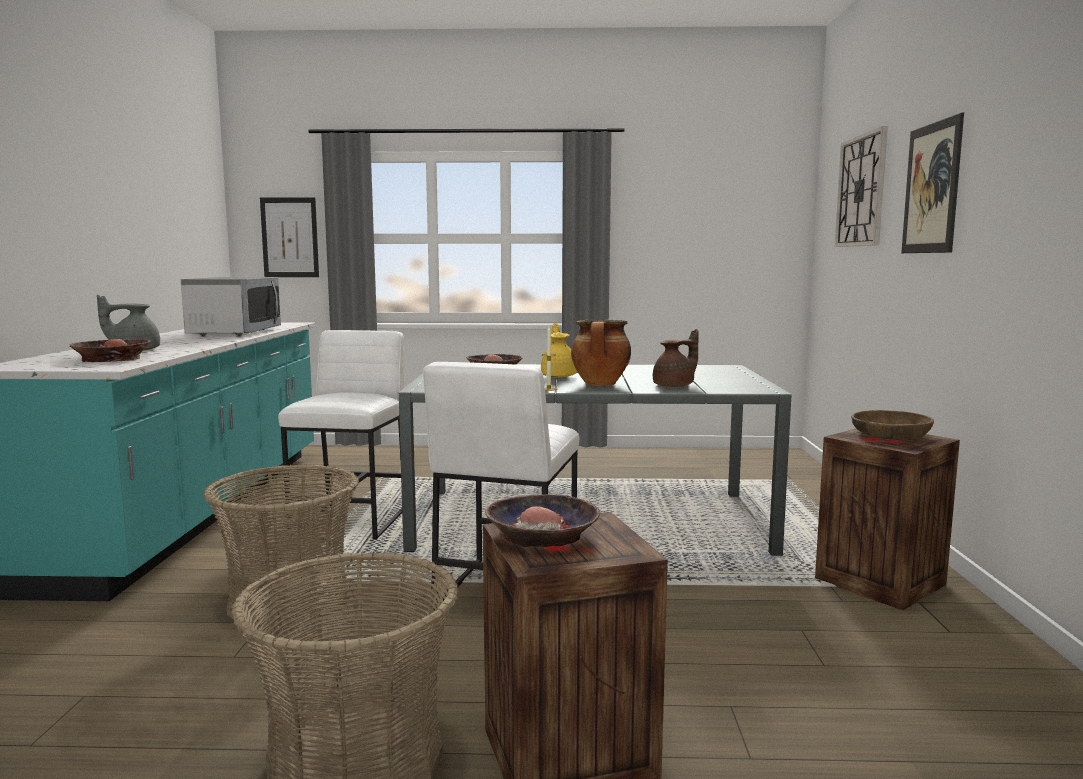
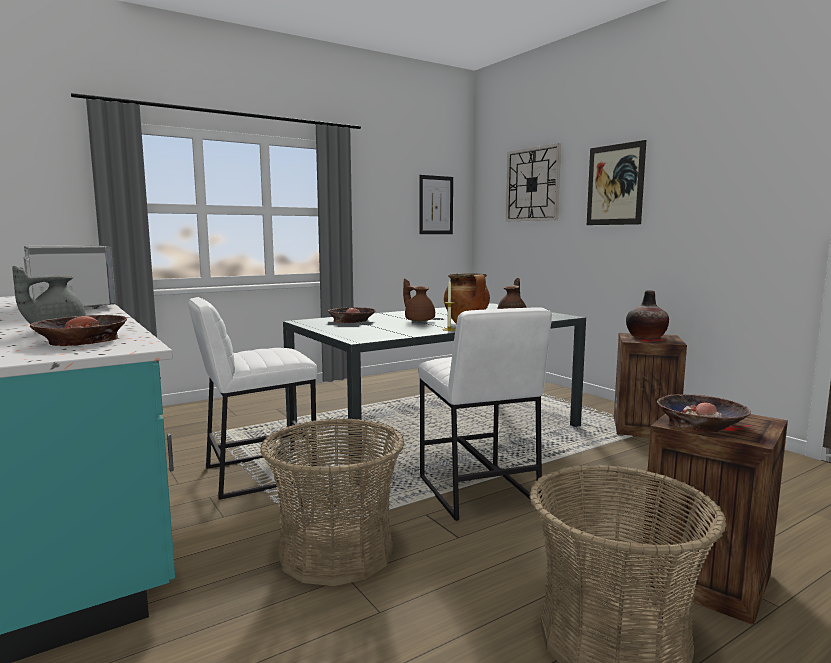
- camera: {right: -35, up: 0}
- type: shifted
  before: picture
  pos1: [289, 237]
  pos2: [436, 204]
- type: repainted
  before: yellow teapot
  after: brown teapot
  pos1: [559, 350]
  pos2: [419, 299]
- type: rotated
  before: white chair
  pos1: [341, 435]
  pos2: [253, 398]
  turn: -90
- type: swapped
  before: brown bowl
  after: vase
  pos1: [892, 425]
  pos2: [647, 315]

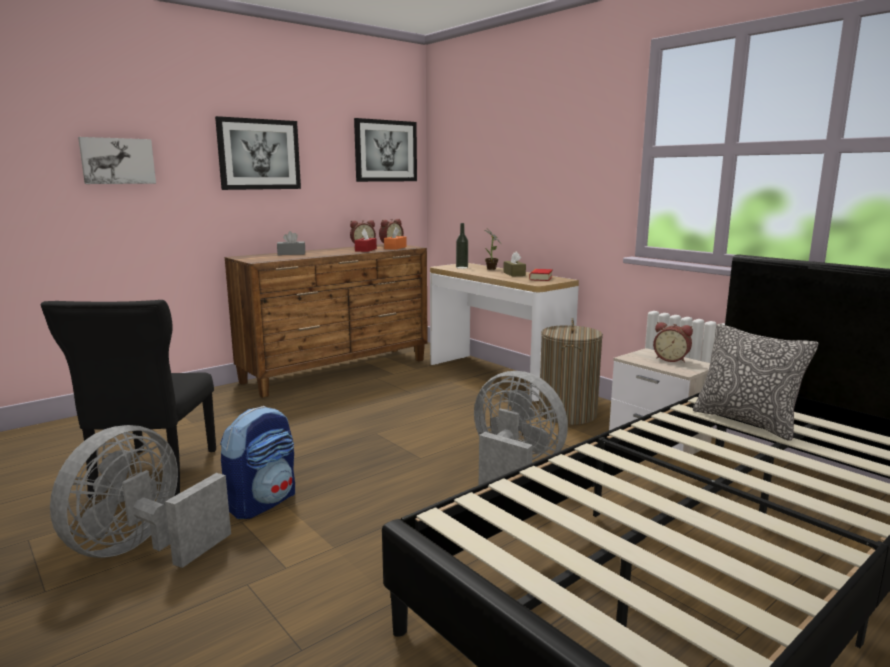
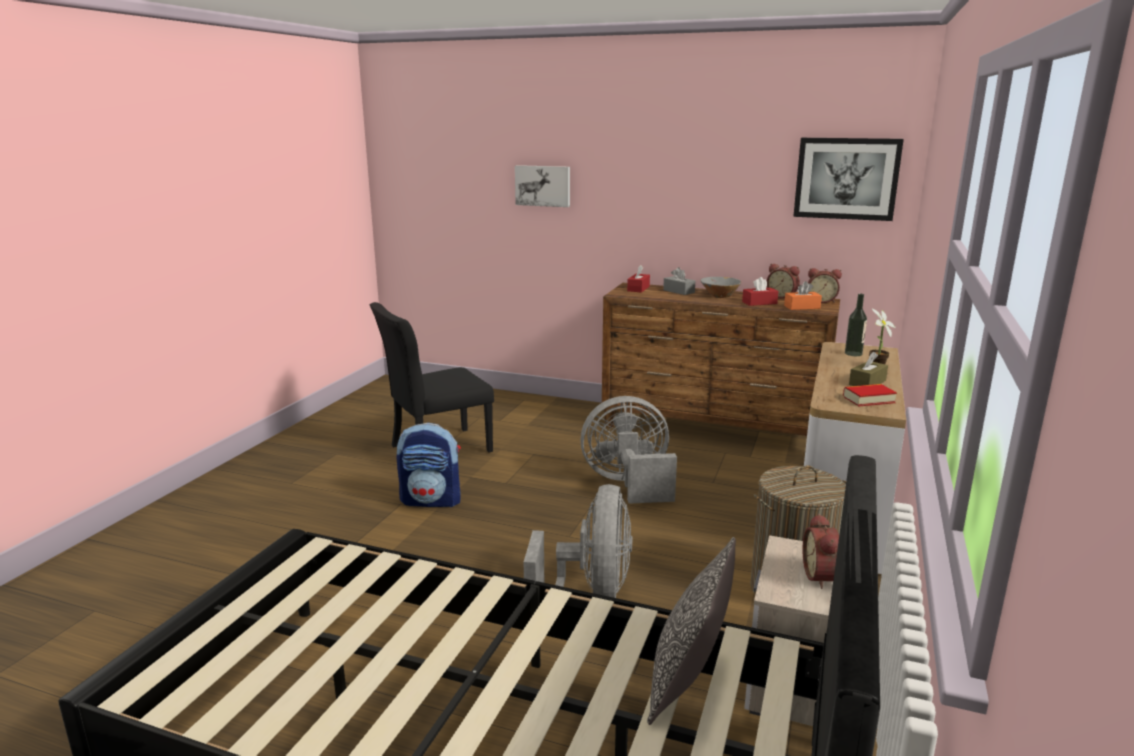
- camera: {right: 60, up: 5}
- type: gone
  before: picture
  pos1: [258, 153]
- type: shifted
  before: grey fan
  pos1: [140, 496]
  pos2: [628, 450]
- type: new
  after: red tissue box
  pos2: [638, 279]
- type: new
  after: grey bowl
  pos2: [720, 287]

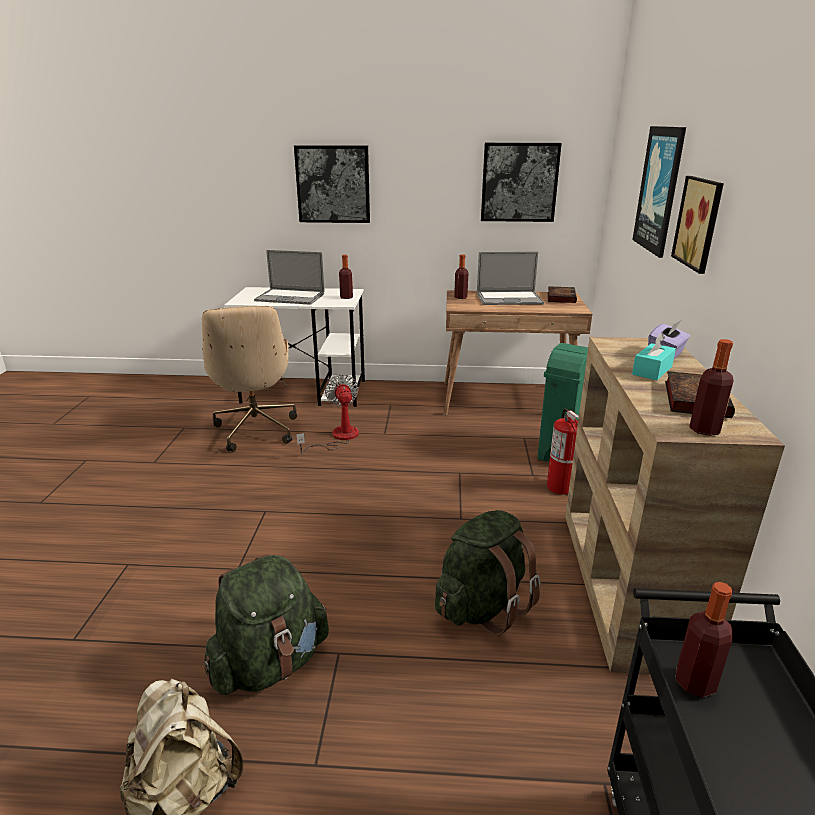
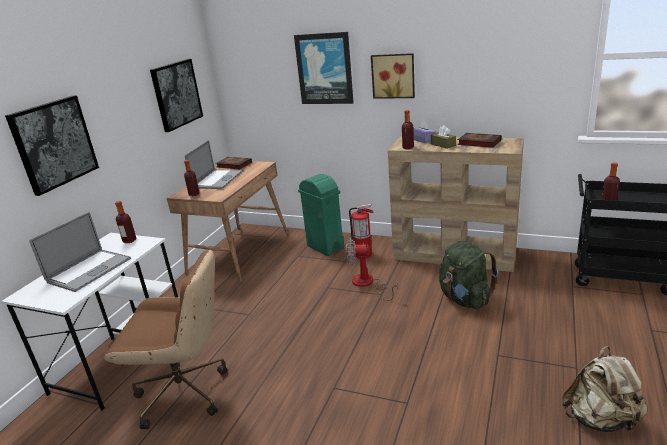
- camera: {right: -70, up: 0}
- type: repainted
  before: turquoise tissue box
  after: brown tissue box
  pos1: [654, 357]
  pos2: [443, 137]
- type: shifted
  before: bottle
  pos1: [711, 387]
  pos2: [408, 129]
- type: shifted
  before: fan
  pos1: [327, 414]
  pos2: [372, 269]
- type: gone
  before: green backpack
  pos1: [267, 624]

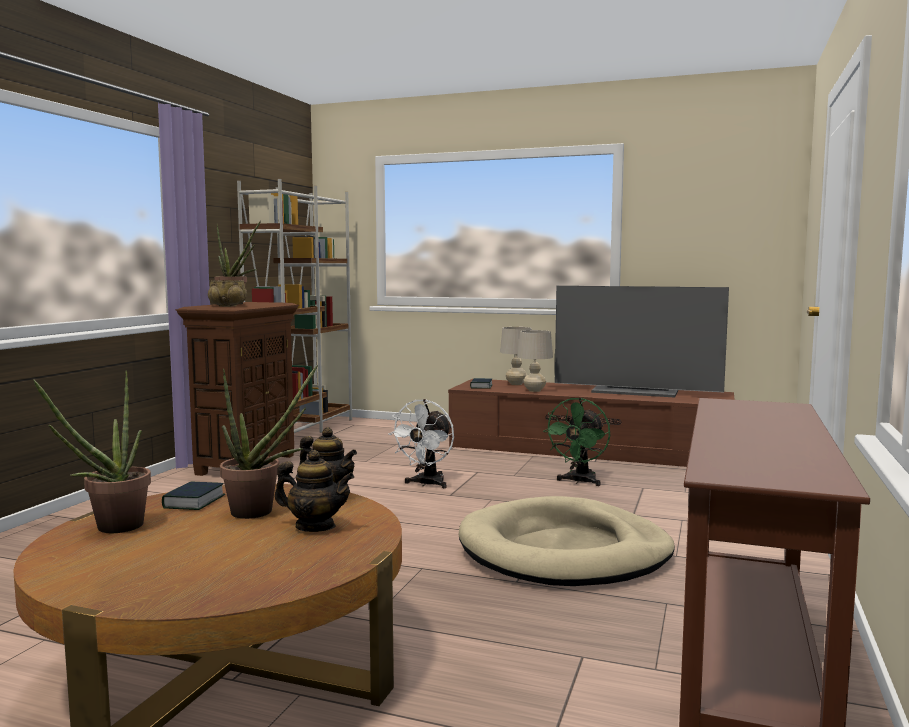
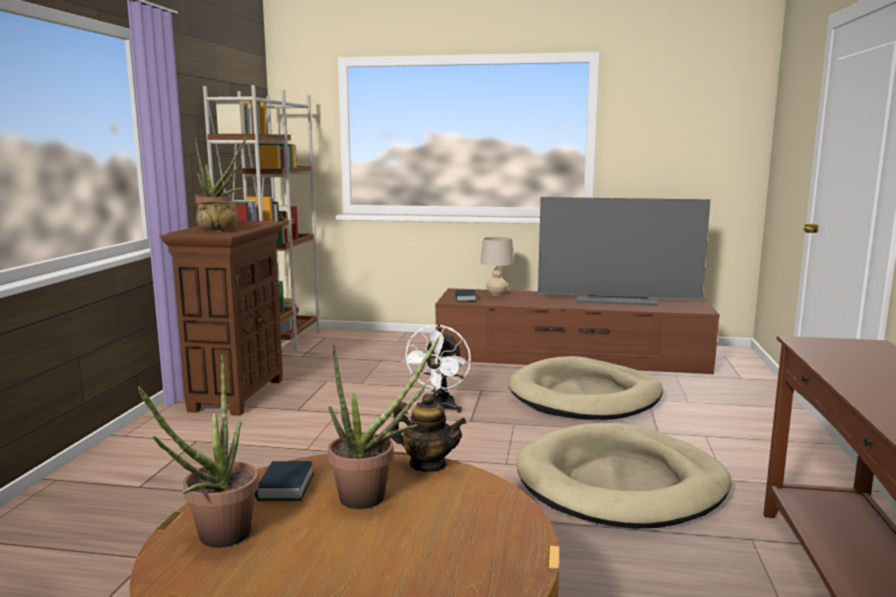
- camera: {right: -10, up: 5}
- type: gone
  before: beige table lamp
  pos1: [535, 361]
- type: swapped
  before: green fan
  after: beige dog bed
  pos1: [576, 442]
  pos2: [585, 388]
- type: gone
  before: teapot
  pos1: [314, 491]

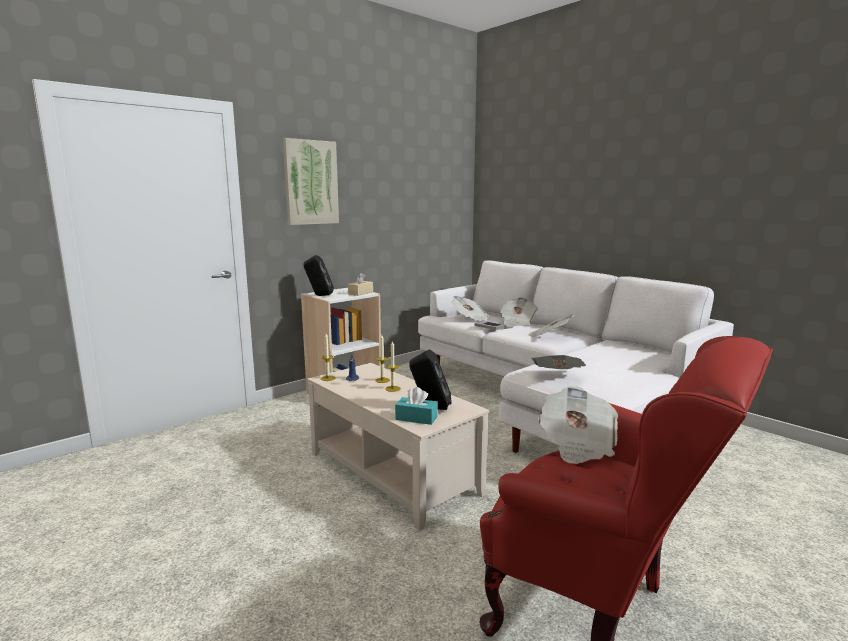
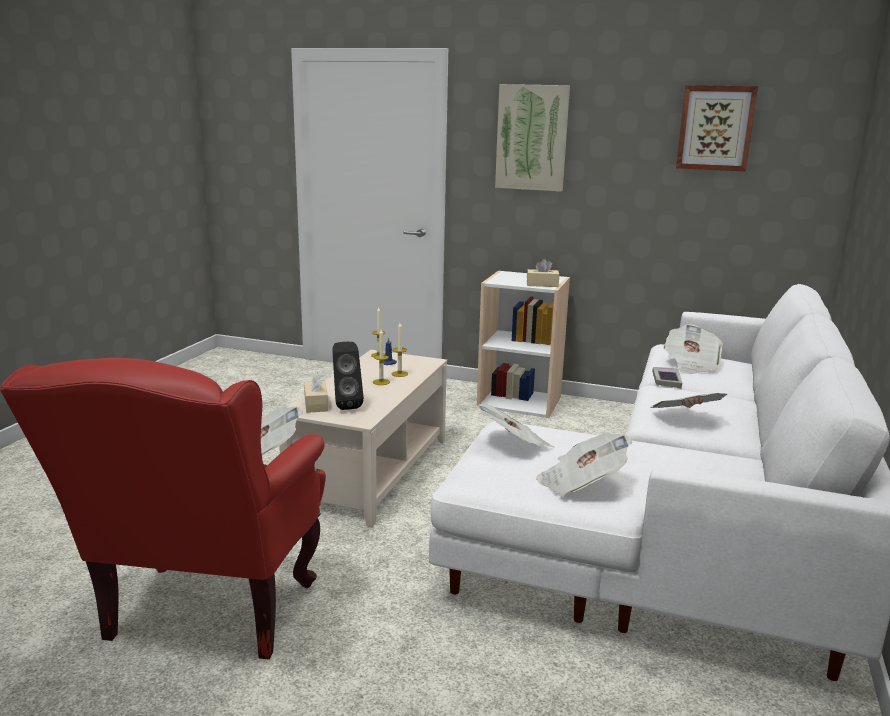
- camera: {right: 60, up: 5}
- type: gone
  before: black speaker
  pos1: [318, 275]
- type: shifted
  before: newspaper
  pos1: [519, 312]
  pos2: [584, 464]
- type: repainted
  before: turquoise tissue box
  after: beige tissue box
  pos1: [416, 406]
  pos2: [316, 393]
- type: new
  after: picture
  pos2: [717, 128]

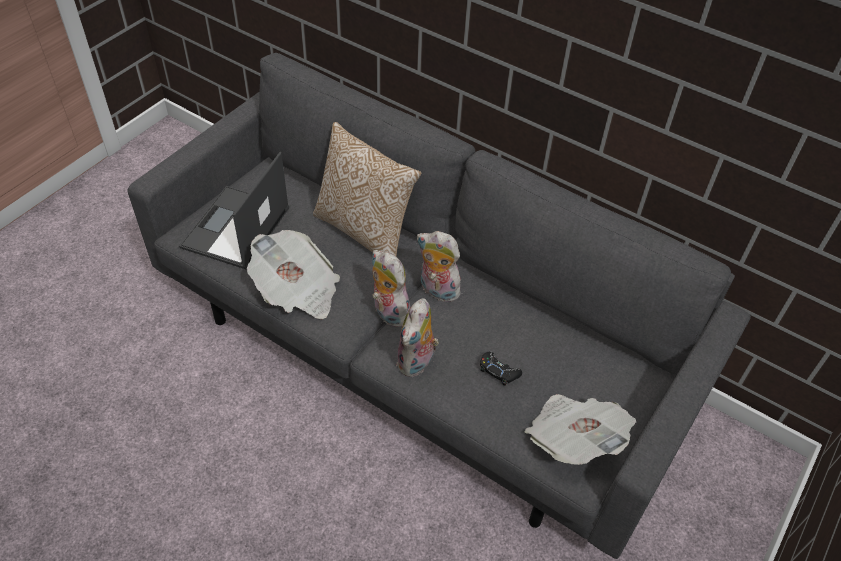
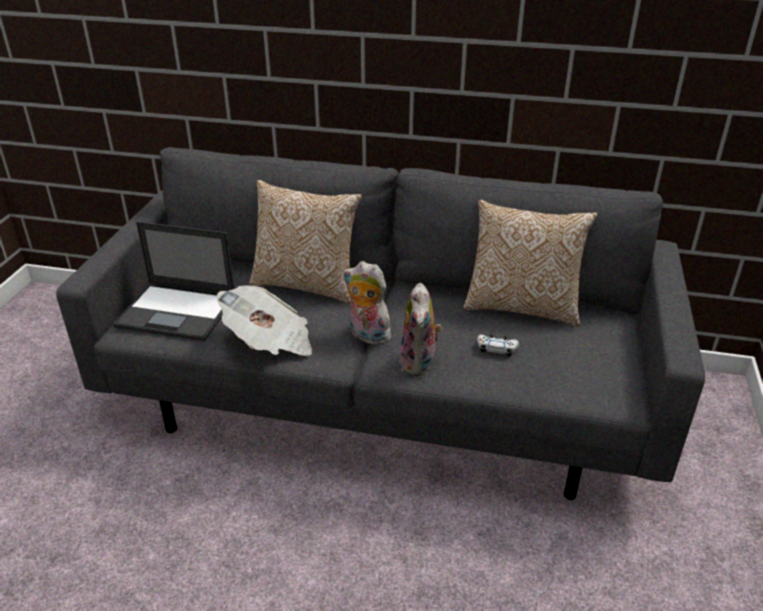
- camera: {right: -20, up: -15}
- type: rotated
  before: laptop
  pos1: [234, 211]
  pos2: [173, 281]
  turn: -75
- type: gone
  before: plush toy
  pos1: [439, 266]
- type: repainted
  before: black game controller
  after: white game controller
  pos1: [501, 368]
  pos2: [498, 345]
- type: gone
  before: newspaper
  pos1: [580, 429]
- type: new
  after: pillow
  pos2: [530, 263]

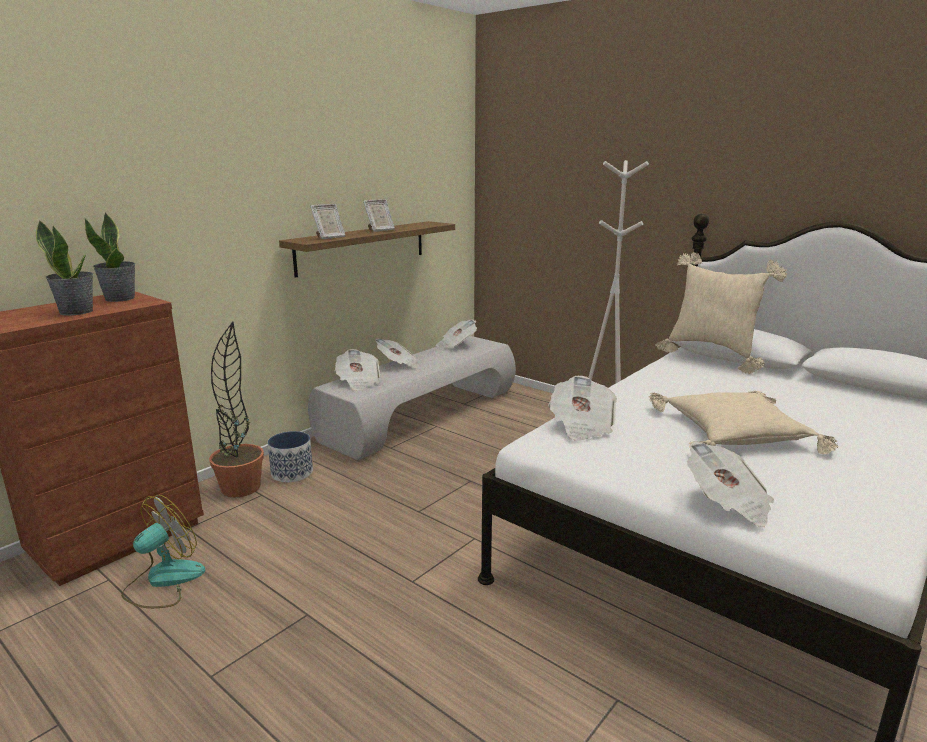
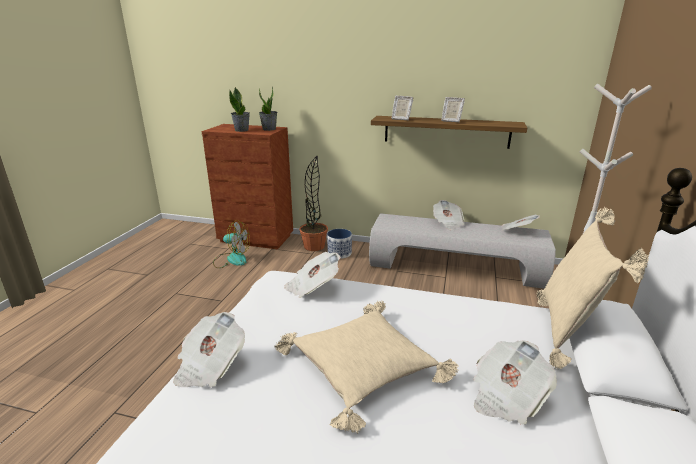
- camera: {right: 65, up: 5}
- type: shifted
  before: newspaper
  pos1: [357, 370]
  pos2: [515, 382]

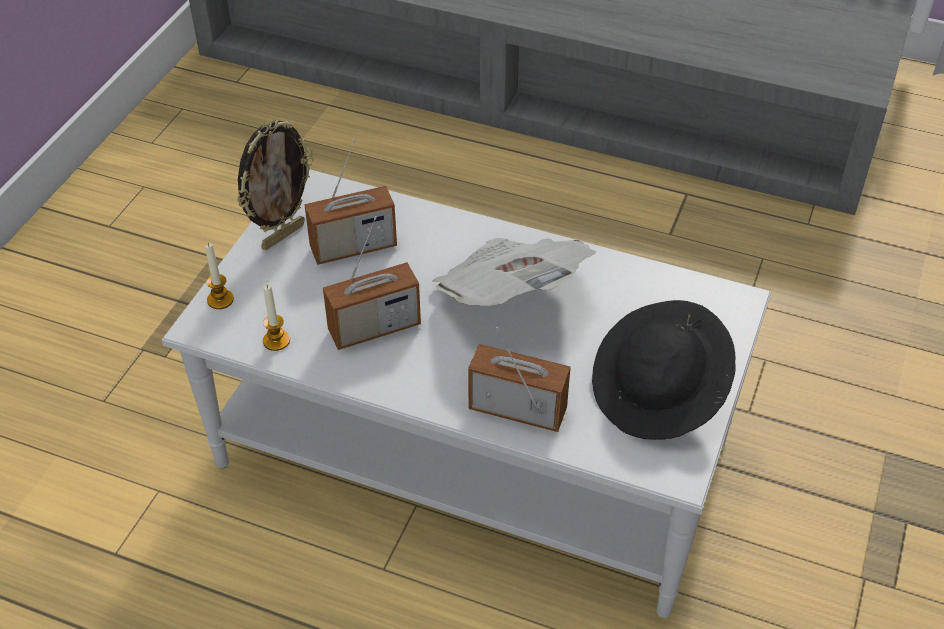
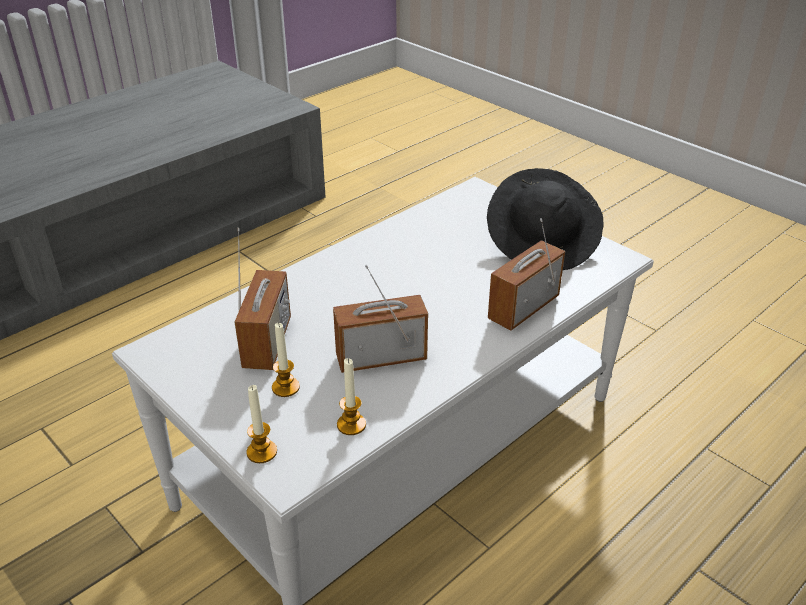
- camera: {right: -65, up: -10}
- type: gone
  before: picture frame
  pos1: [275, 185]
- type: rotated
  before: radio
  pos1: [372, 283]
  pos2: [380, 319]
  turn: -105
- type: gone
  before: newspaper
  pos1: [514, 272]
- type: new
  after: candle
  pos2: [286, 359]

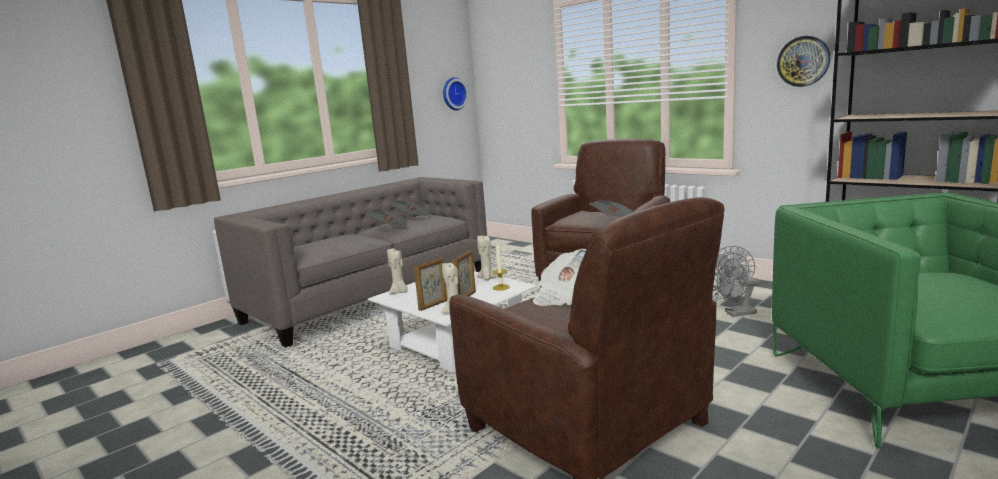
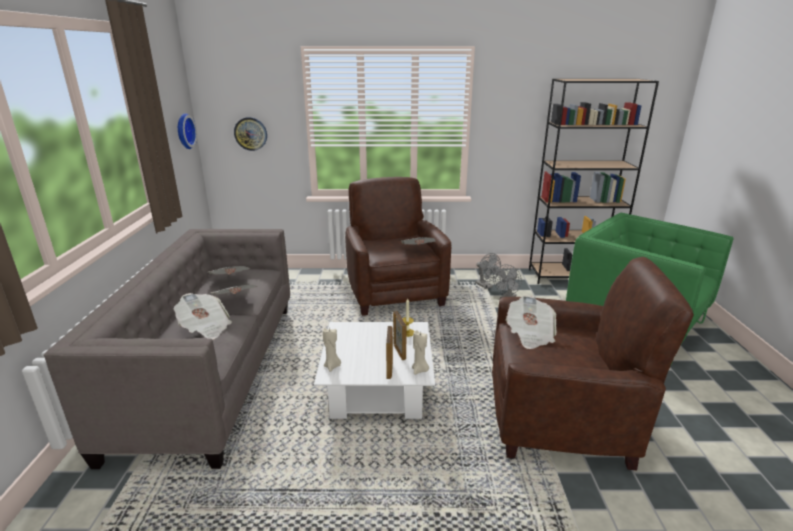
- camera: {right: -45, up: 10}
- type: shifted
  before: wall clock
  pos1: [803, 61]
  pos2: [250, 134]
- type: gone
  before: beige candle
  pos1: [487, 258]
- type: new
  after: newspaper
  pos2: [203, 316]

